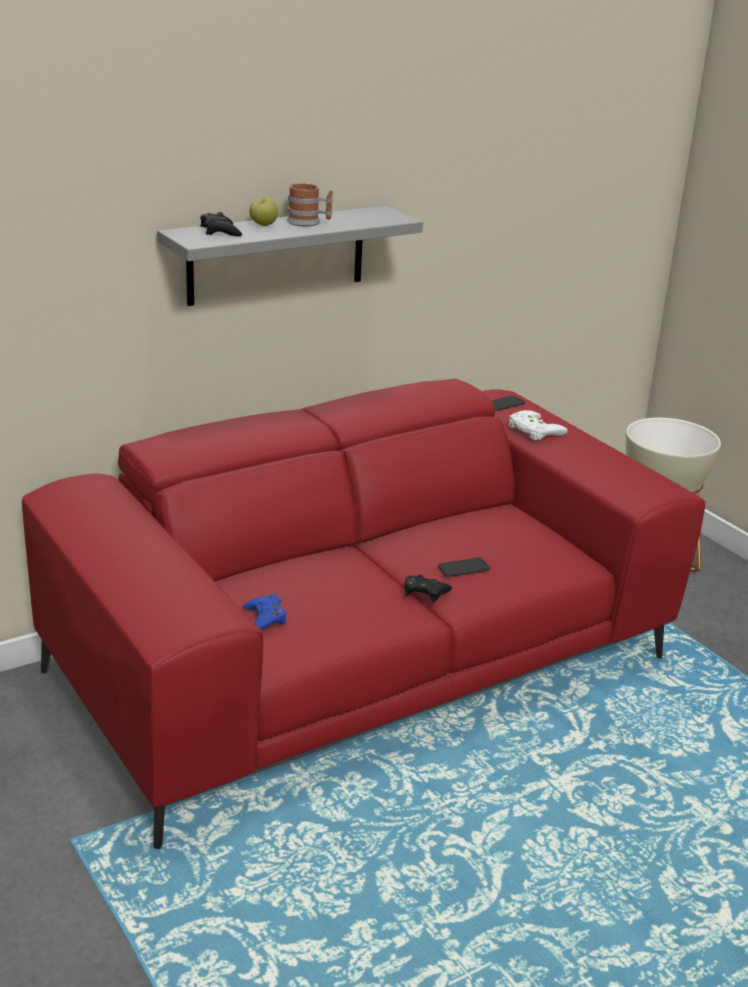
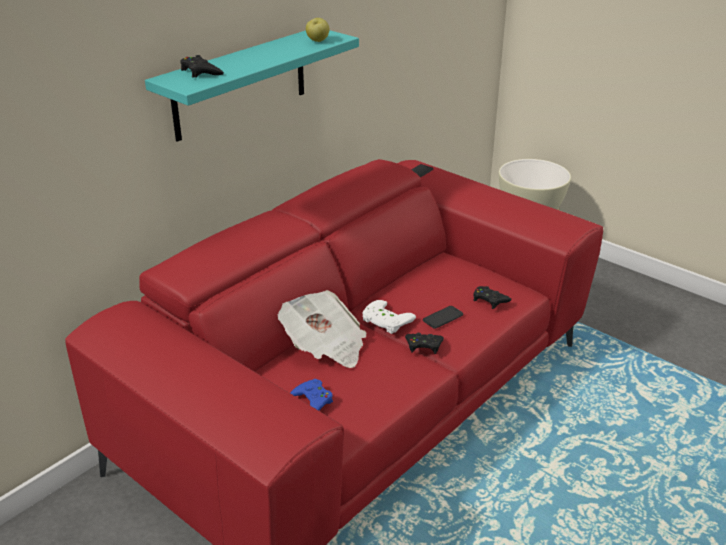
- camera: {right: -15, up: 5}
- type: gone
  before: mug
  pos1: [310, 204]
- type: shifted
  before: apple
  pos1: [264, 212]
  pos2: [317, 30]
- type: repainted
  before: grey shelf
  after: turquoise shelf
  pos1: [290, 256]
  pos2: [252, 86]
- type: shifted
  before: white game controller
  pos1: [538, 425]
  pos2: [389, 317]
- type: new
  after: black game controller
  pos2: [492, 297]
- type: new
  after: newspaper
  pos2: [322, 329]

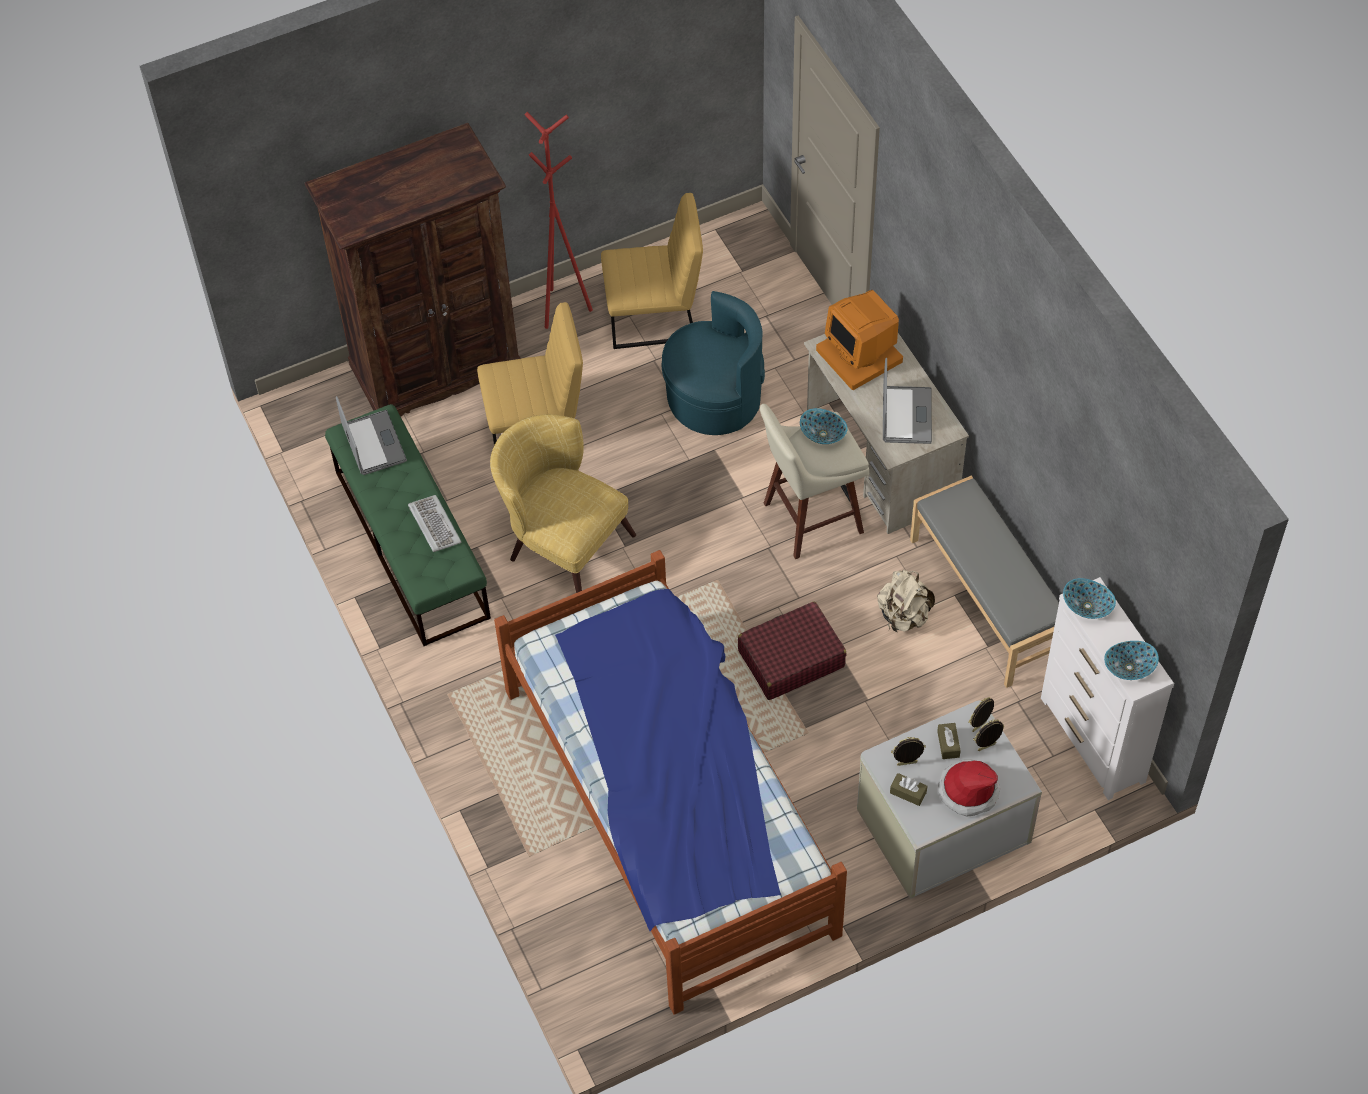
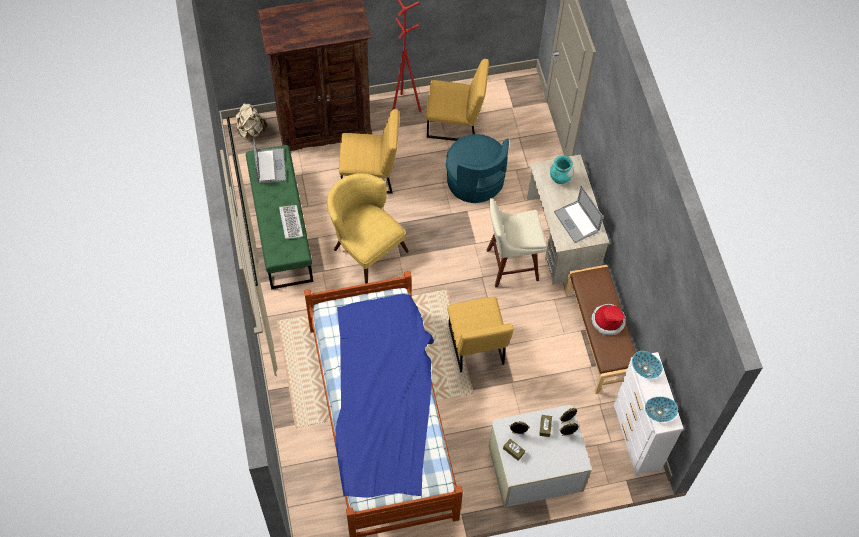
- camera: {right: 10, up: 5}
- type: swapped
  before: monitor
  after: turquoise vase
  pos1: [859, 340]
  pos2: [561, 169]
- type: rotated
  before: turquoise armchair
  pos1: [713, 363]
  pos2: [477, 168]
  turn: 60
- type: rotated
  before: laptop
  pos1: [907, 401]
  pos2: [578, 214]
  turn: 135
- type: gone
  before: bowl
  pos1: [824, 426]
- type: repainted
  before: grey bench
  after: brown bench
  pos1: [984, 582]
  pos2: [600, 329]
- type: shifted
  before: beige backpack
  pos1: [906, 601]
  pos2: [251, 121]
- type: swapped
  before: red suitcase
  after: yellow chair
  pos1: [792, 650]
  pos2: [480, 335]
- type: shifted
  before: hat
  pos1: [969, 788]
  pos2: [608, 319]

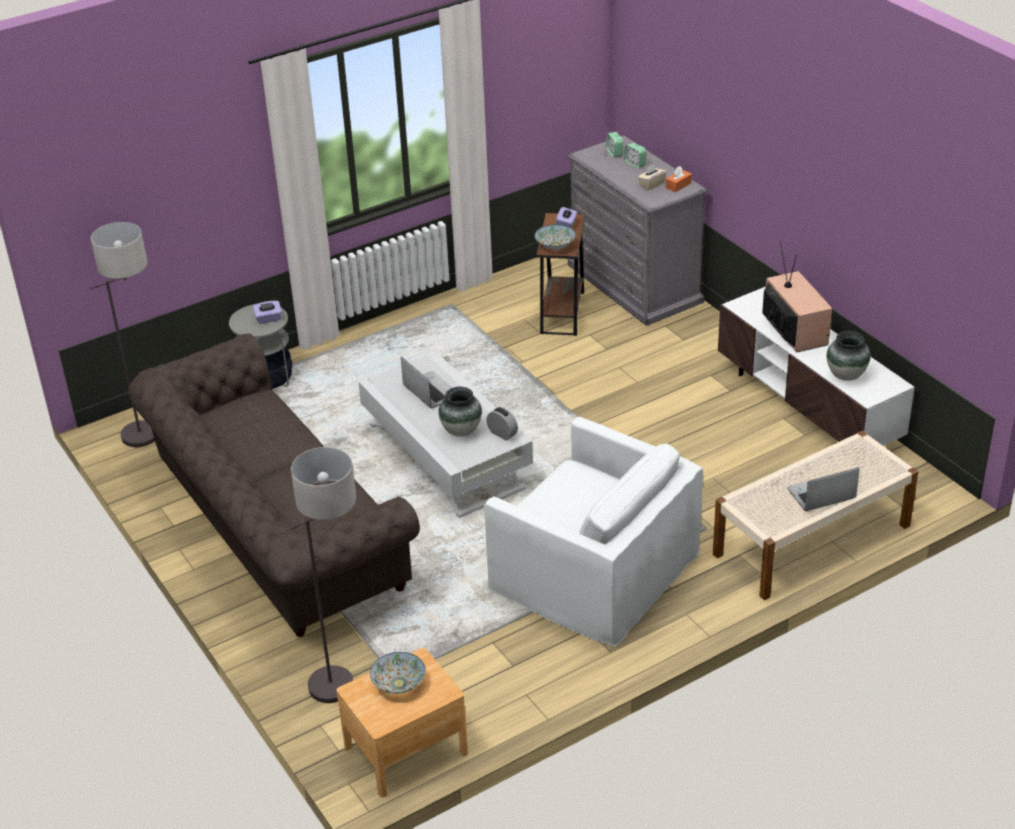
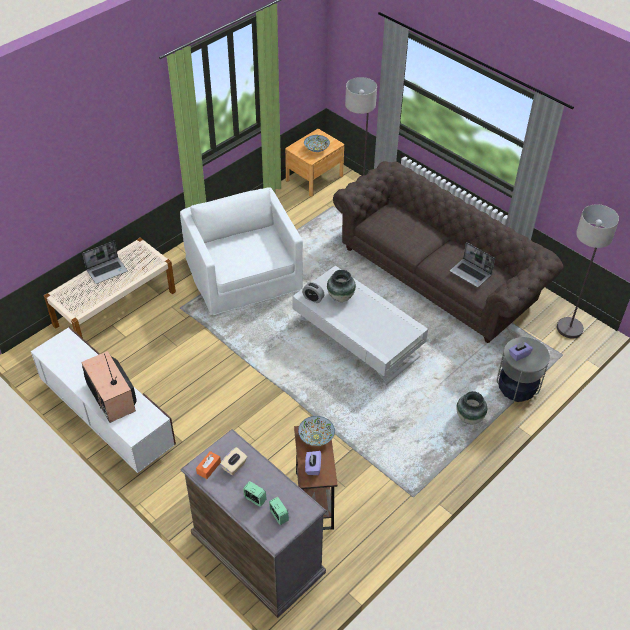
- camera: {right: 165, up: 10}
- type: shifted
  before: vase
  pos1: [848, 356]
  pos2: [471, 408]
- type: shifted
  before: laptop
  pos1: [426, 382]
  pos2: [472, 264]
- type: rotated
  before: white armchair
  pos1: [593, 531]
  pos2: [241, 251]
  turn: 45

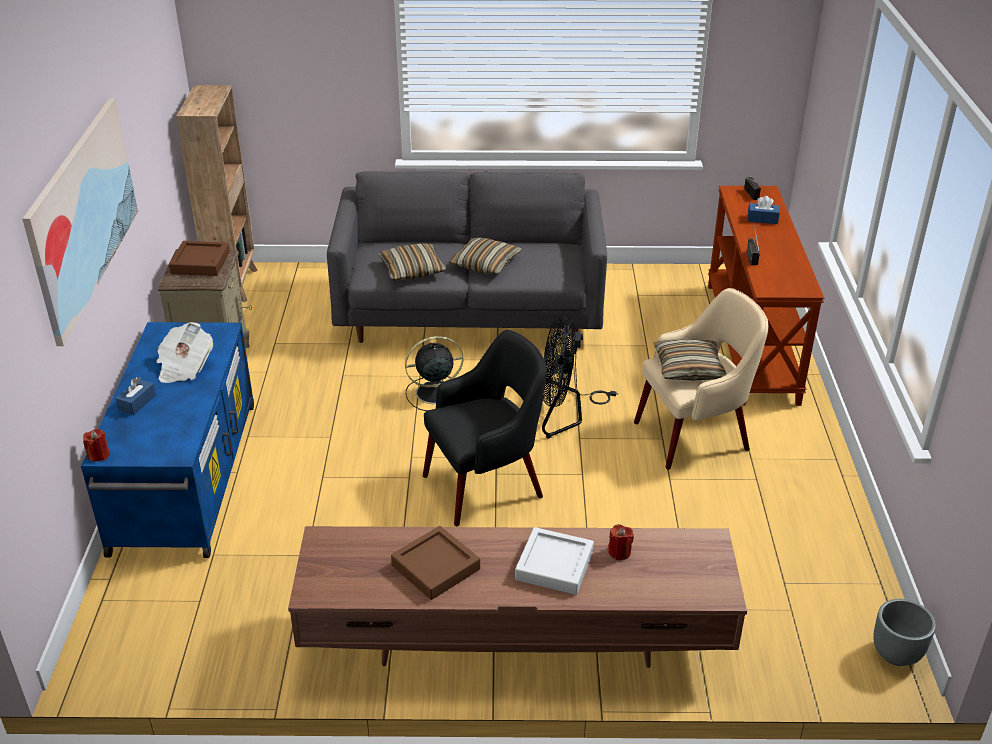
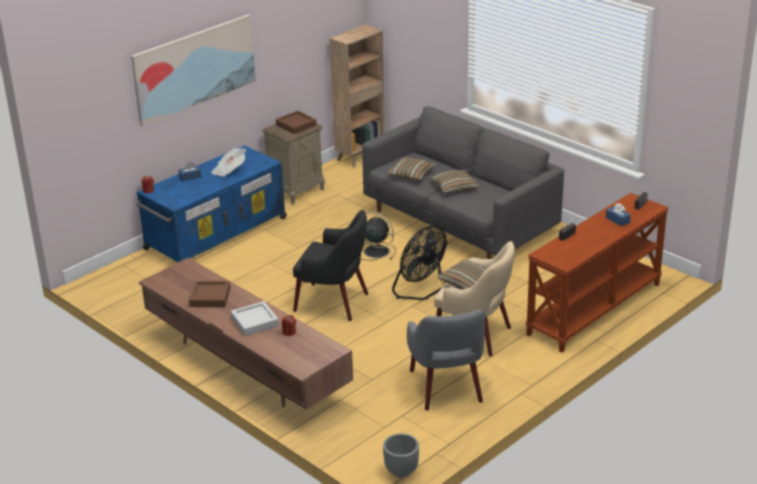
- camera: {right: 45, up: -5}
- type: new
  after: grey armchair
  pos2: [446, 359]

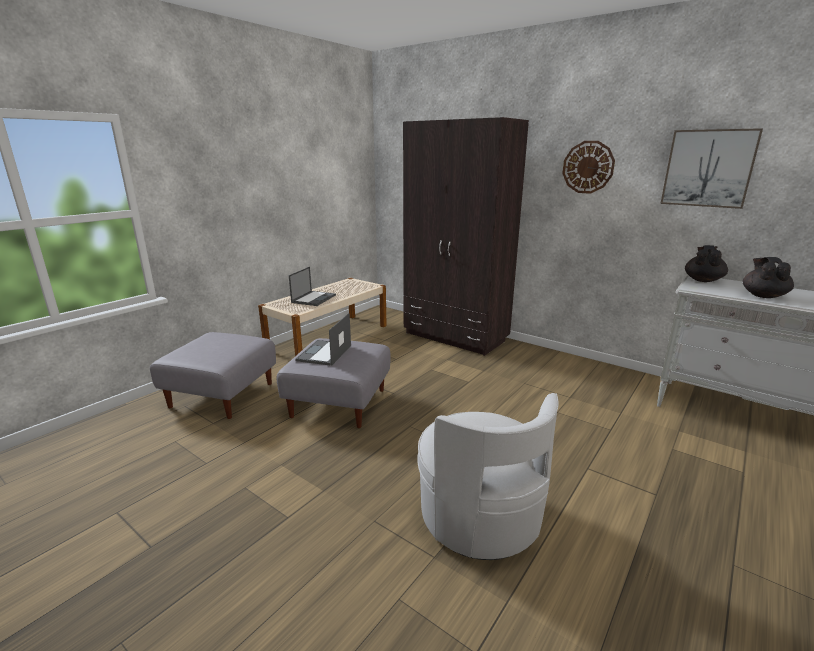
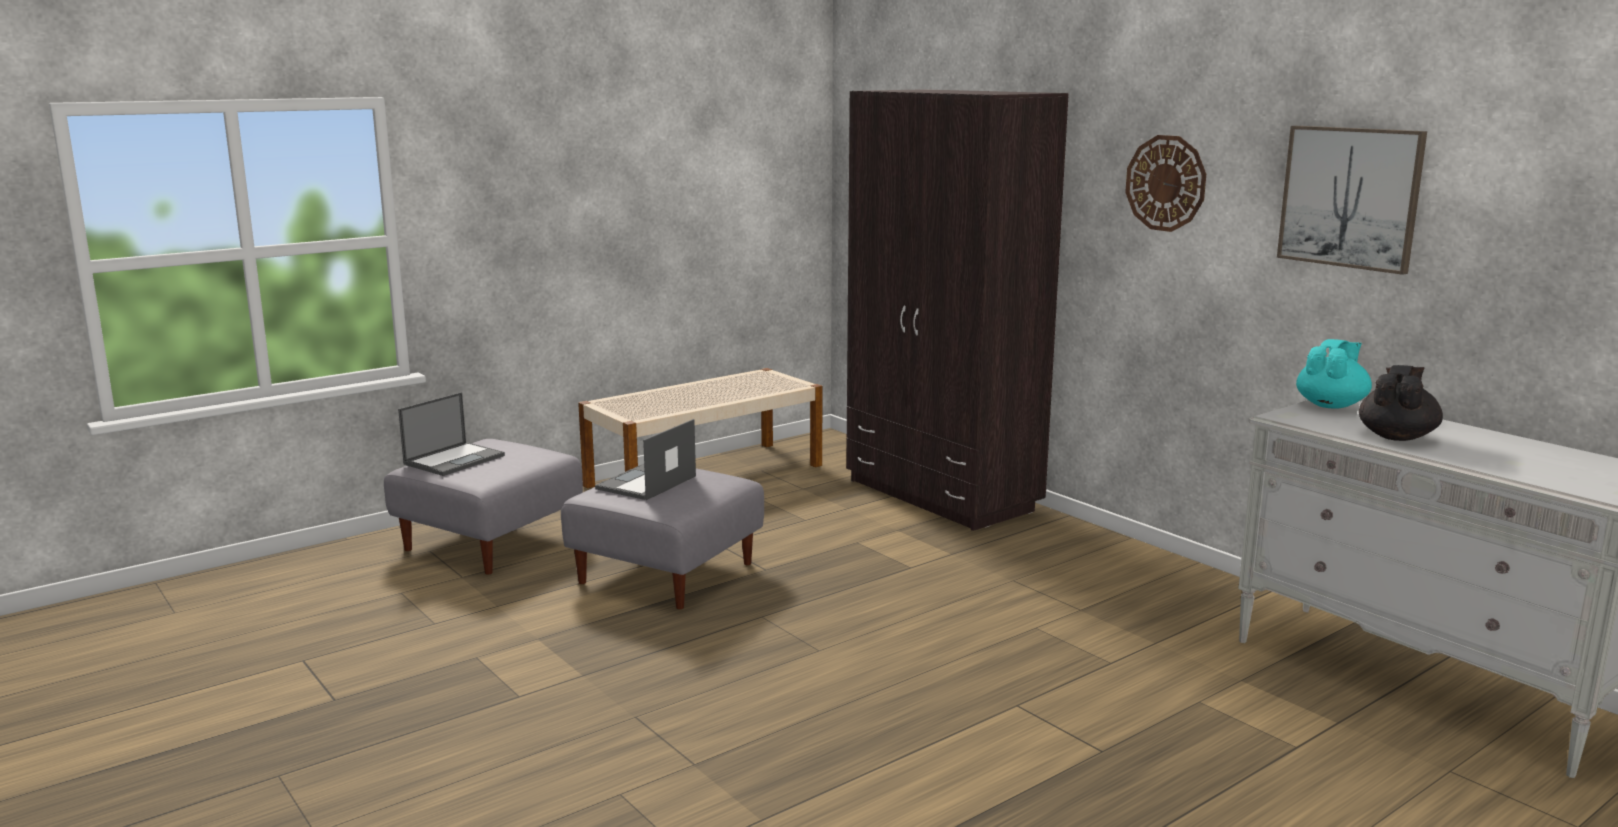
- camera: {right: 15, up: -5}
- type: repainted
  before: black teapot
  after: turquoise teapot
  pos1: [706, 263]
  pos2: [1334, 374]
- type: shifted
  before: laptop
  pos1: [312, 286]
  pos2: [451, 434]
- type: gone
  before: white armchair
  pos1: [488, 476]

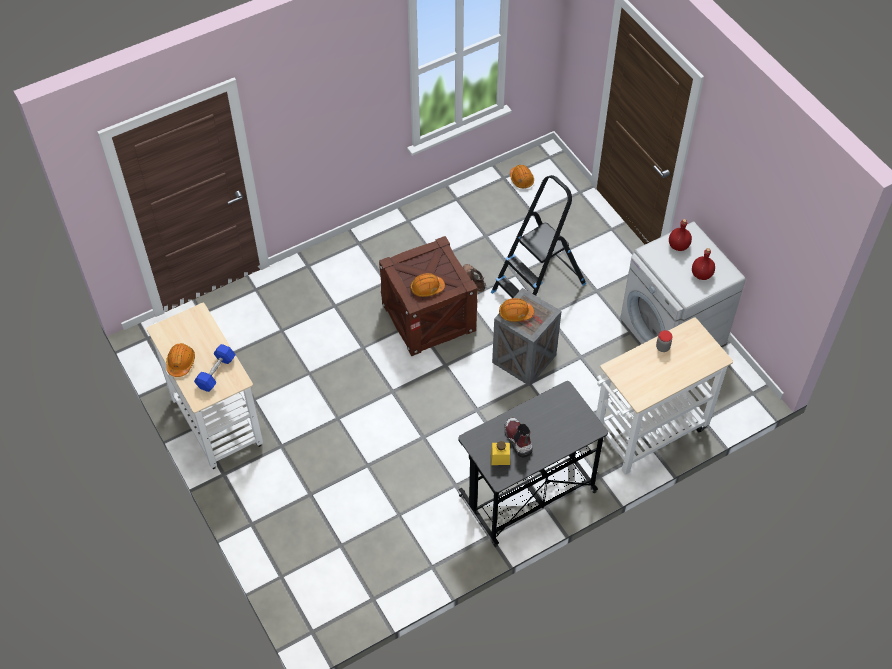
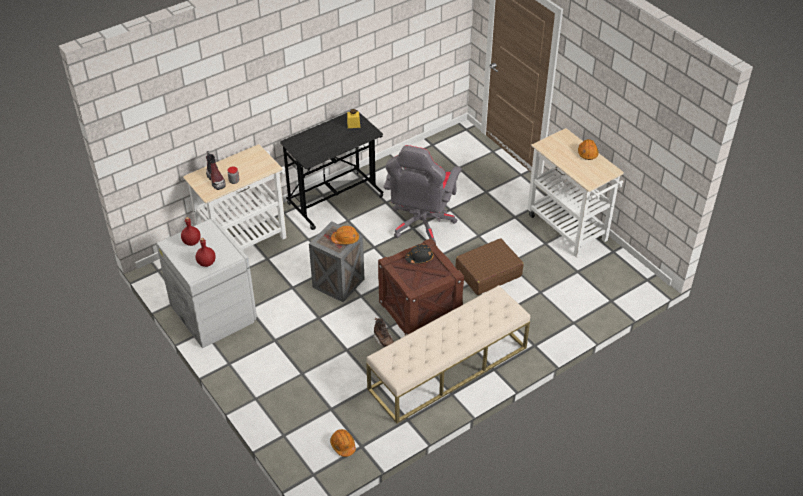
- camera: {right: 175, up: -10}
- type: gone
  before: black step ladder
  pos1: [539, 236]
- type: repainted
  before: orange hard hat
  after: black hard hat
  pos1: [428, 285]
  pos2: [419, 254]
- type: gone
  before: blue dumbbell
  pos1: [214, 368]
- type: shifted
  before: boot
  pos1: [519, 437]
  pos2: [216, 170]
- type: new
  after: grey office chair
  pos2: [422, 194]
- type: new
  after: brown suitcase
  pos2: [489, 266]
- type: new
  after: beige bench
  pos2: [448, 354]

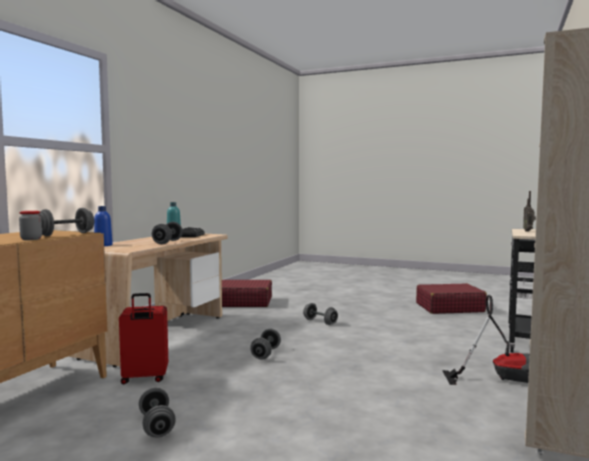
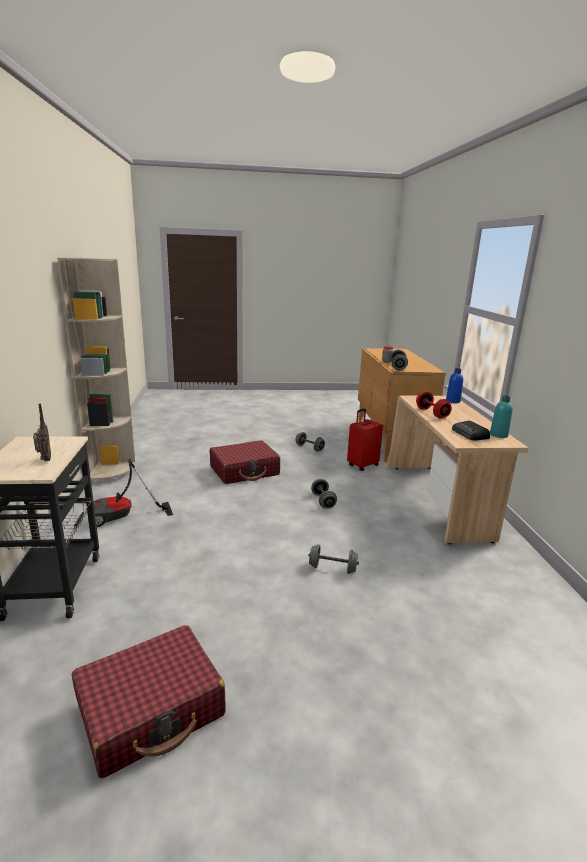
- camera: {right: 150, up: 15}
- type: repainted
  before: grey dumbbell
  after: red dumbbell
  pos1: [167, 233]
  pos2: [434, 404]
- type: shifted
  before: red suitcase
  pos1: [247, 293]
  pos2: [244, 462]

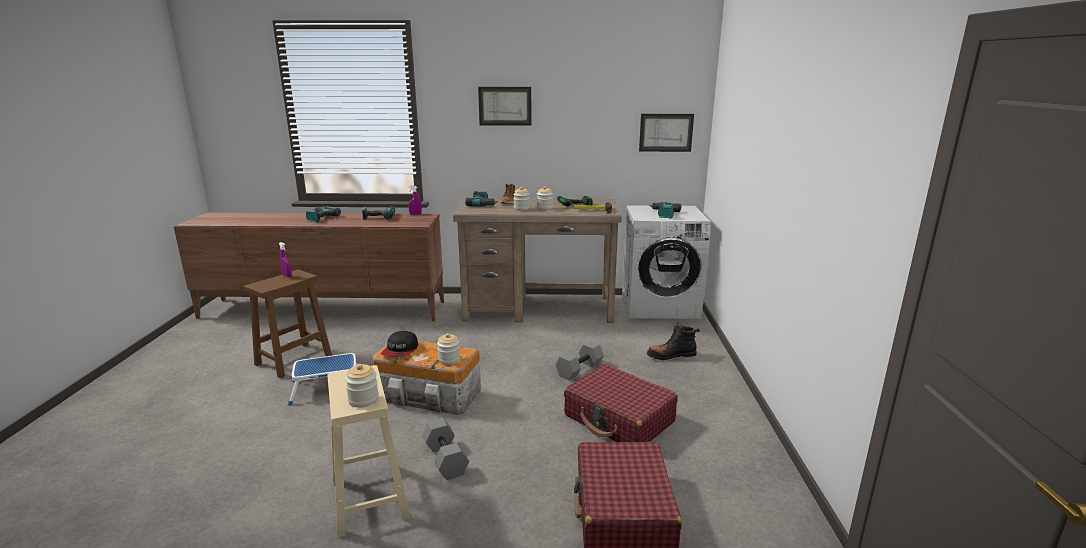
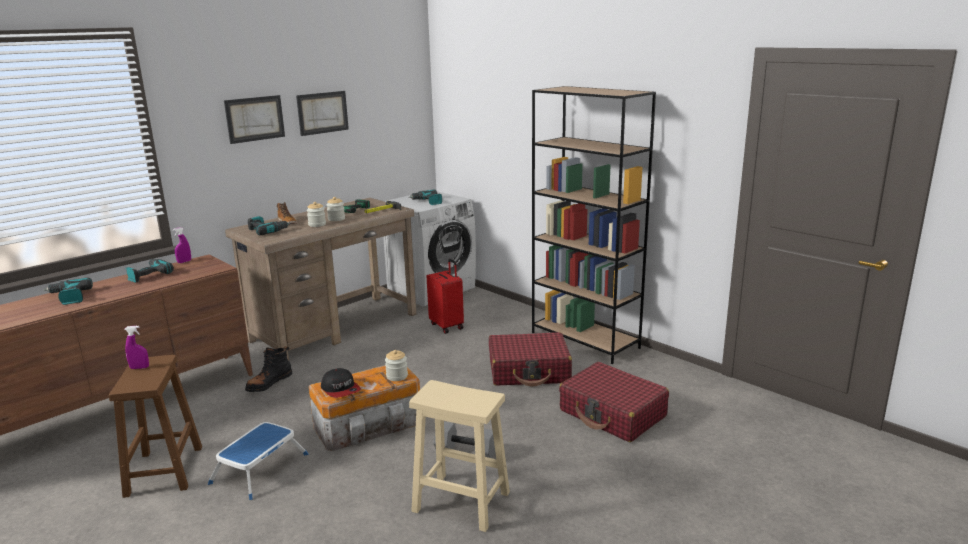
- camera: {right: -45, up: 0}
- type: shifted
  before: picture
  pos1: [666, 133]
  pos2: [322, 113]
- type: shifted
  before: black boot
  pos1: [673, 341]
  pos2: [268, 369]
- type: gone
  before: grey dumbbell
  pos1: [580, 360]
- type: gone
  before: jar
  pos1: [362, 386]
- type: new
  after: beige bookcase
  pos2: [594, 225]
- type: new
  after: red suitcase
  pos2: [445, 296]

